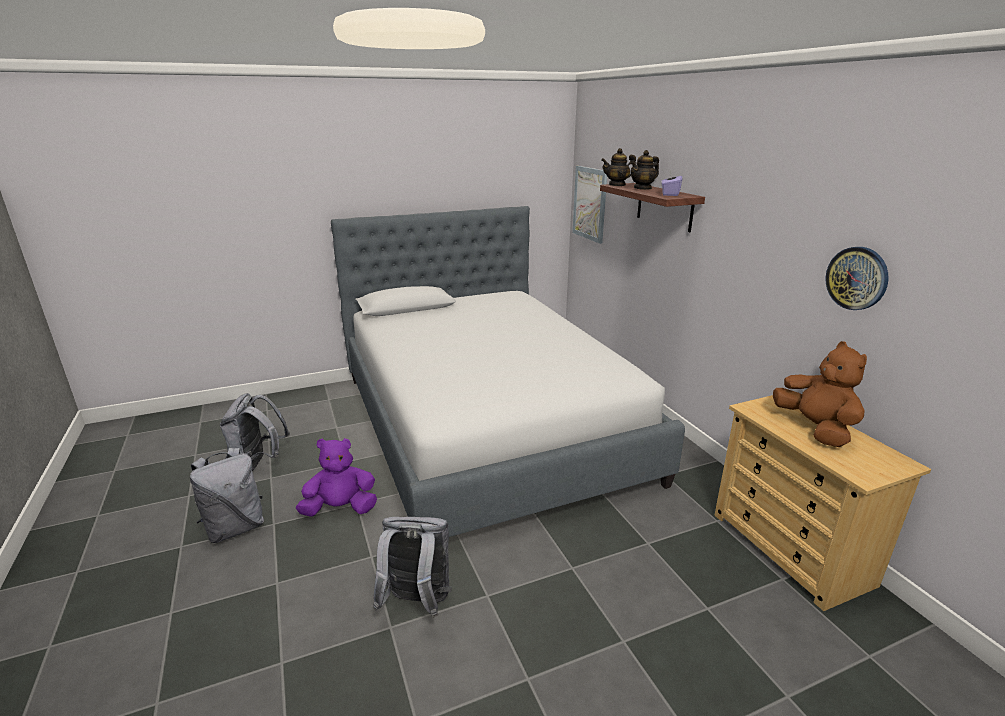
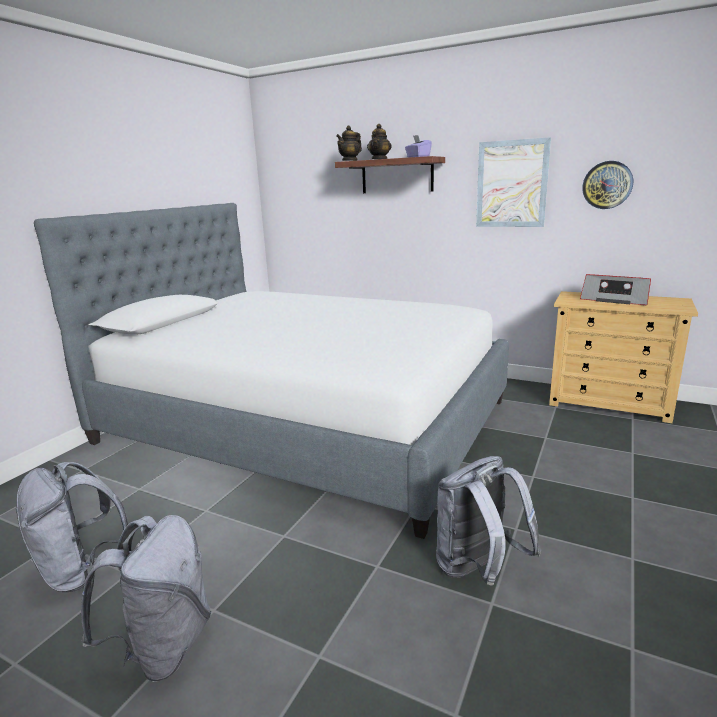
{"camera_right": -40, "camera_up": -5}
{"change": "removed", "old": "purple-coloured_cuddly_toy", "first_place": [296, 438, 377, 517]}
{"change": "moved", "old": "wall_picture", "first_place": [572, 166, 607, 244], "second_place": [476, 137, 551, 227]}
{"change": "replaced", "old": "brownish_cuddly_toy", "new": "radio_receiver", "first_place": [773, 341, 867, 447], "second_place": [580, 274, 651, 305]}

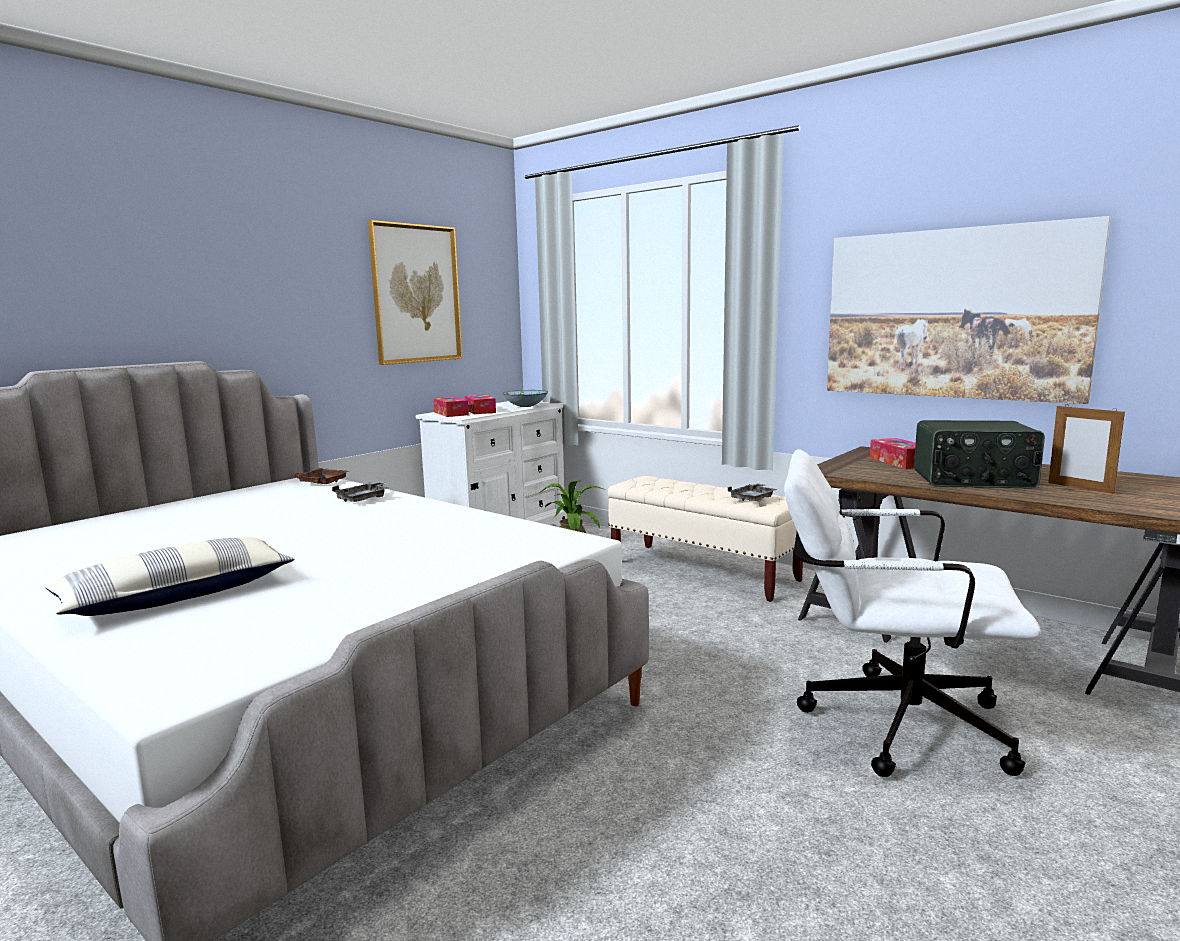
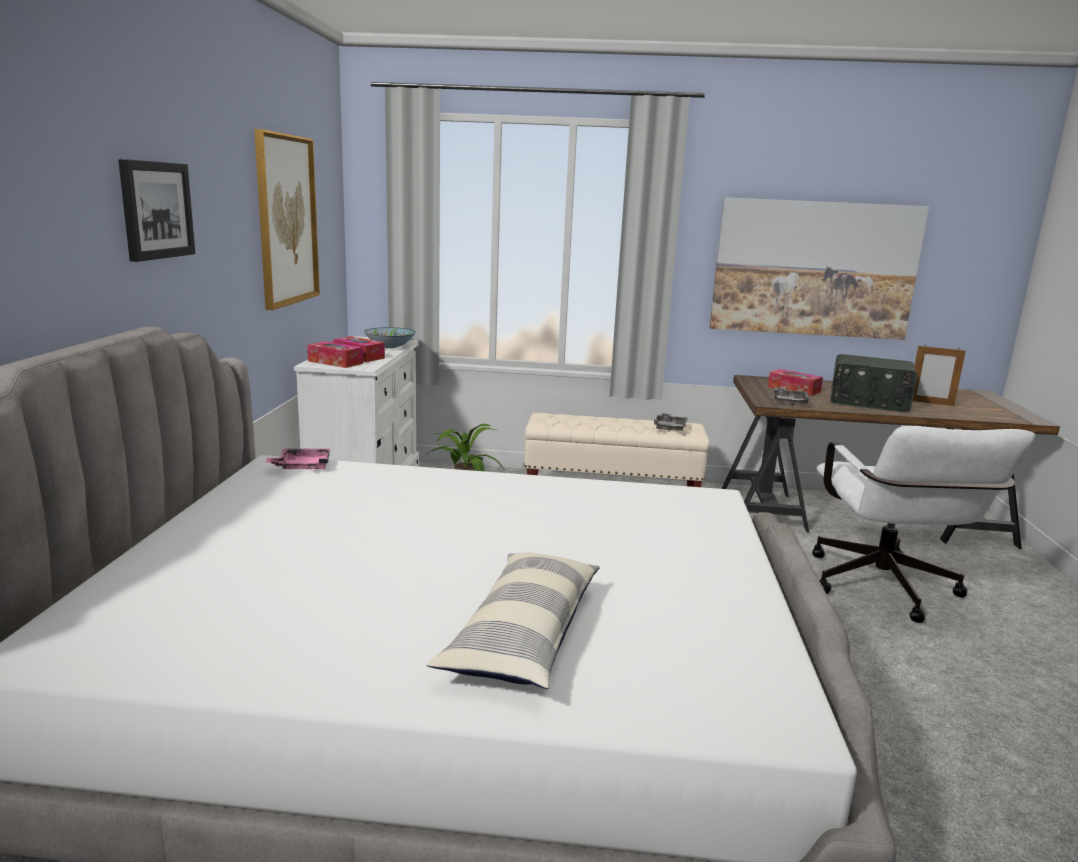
{"camera_right": -35, "camera_up": 5}
{"change": "added", "new": "wall_picture", "second_place": [118, 159, 195, 262]}
{"change": "moved", "old": "grey_tray", "first_place": [332, 481, 388, 502], "second_place": [773, 387, 811, 406]}
{"change": "recoloured", "old": "brownish_tray", "new": "pink_tray", "first_place": [290, 468, 349, 484], "second_place": [265, 448, 330, 469]}
{"change": "turned", "old": "white_computer_chair", "first_place": [784, 449, 1041, 777], "second_place": [812, 426, 1035, 623], "degrees": -75}
{"change": "turned", "old": "radio_receiver", "first_place": [914, 420, 1045, 488], "second_place": [830, 354, 917, 413], "degrees": 45}

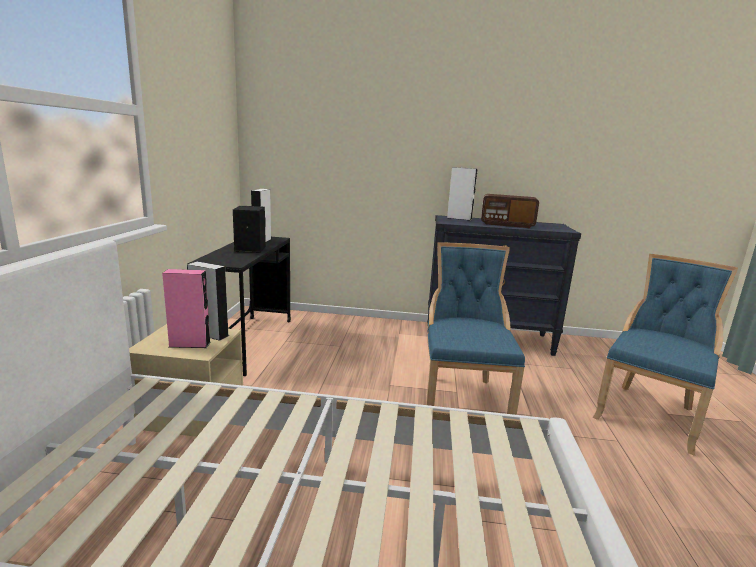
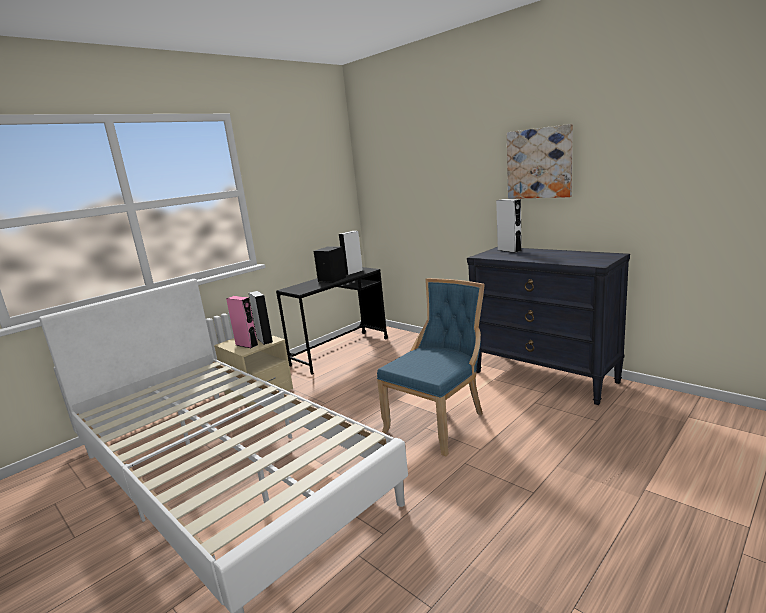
{"camera_right": 40, "camera_up": 0}
{"change": "removed", "old": "radio_receiver", "first_place": [481, 194, 539, 228]}
{"change": "removed", "old": "blue-coloured_chair", "first_place": [592, 254, 738, 456]}
{"change": "added", "new": "wall_picture", "second_place": [507, 124, 573, 199]}

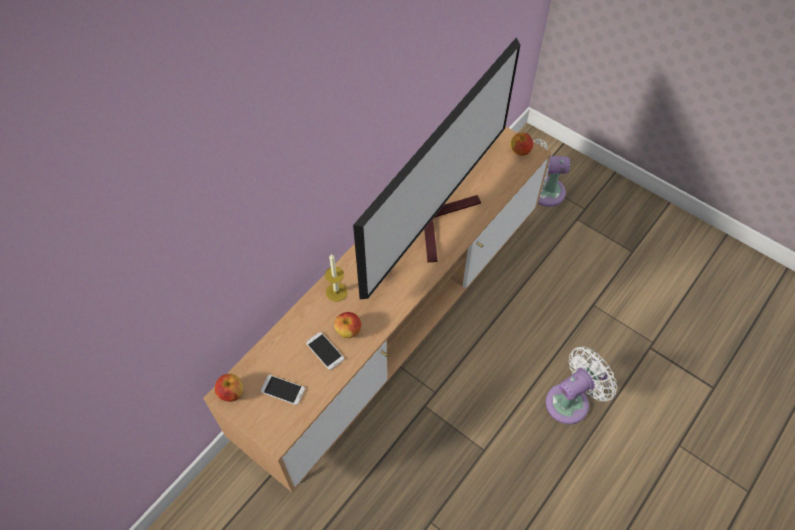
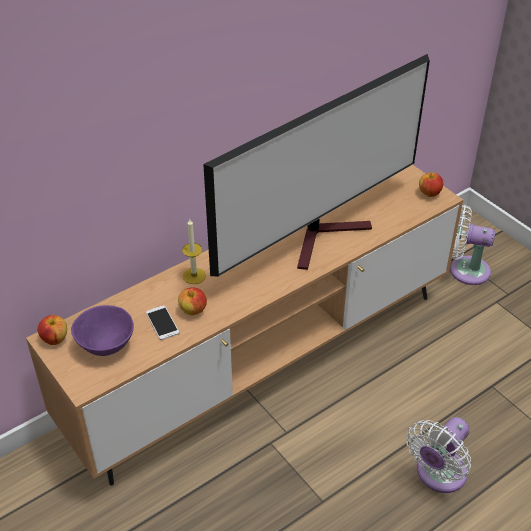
{"camera_right": 15, "camera_up": -15}
{"change": "replaced", "old": "telephone", "new": "purple-coloured_bowl", "first_place": [260, 375, 305, 405], "second_place": [71, 305, 134, 356]}
{"change": "turned", "old": "white_fan", "first_place": [546, 347, 617, 424], "second_place": [406, 417, 471, 493], "degrees": 150}

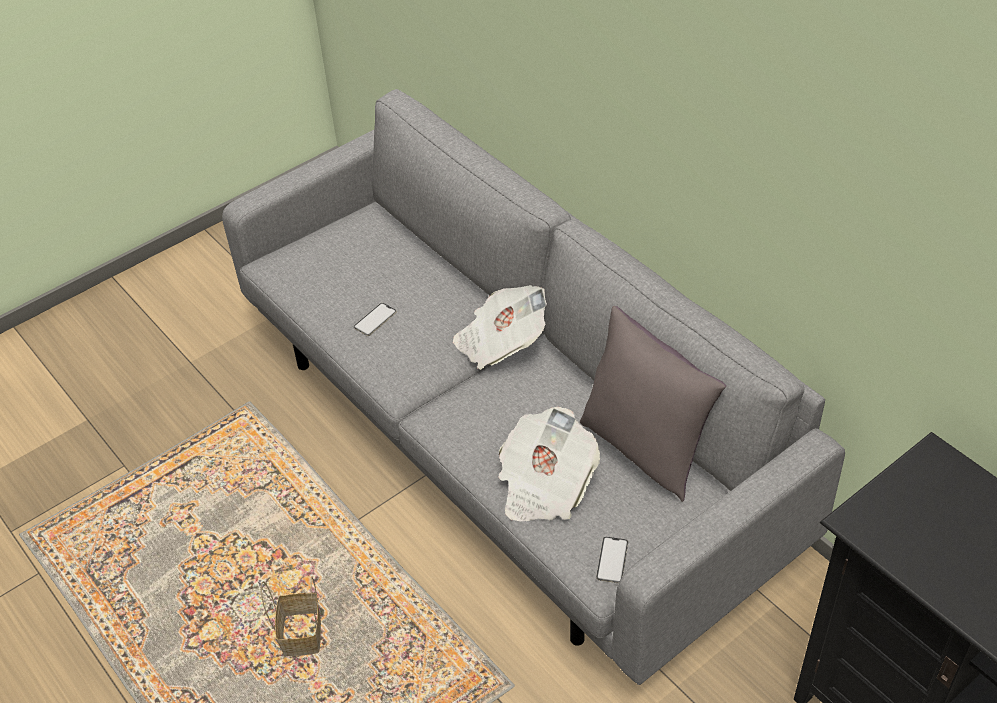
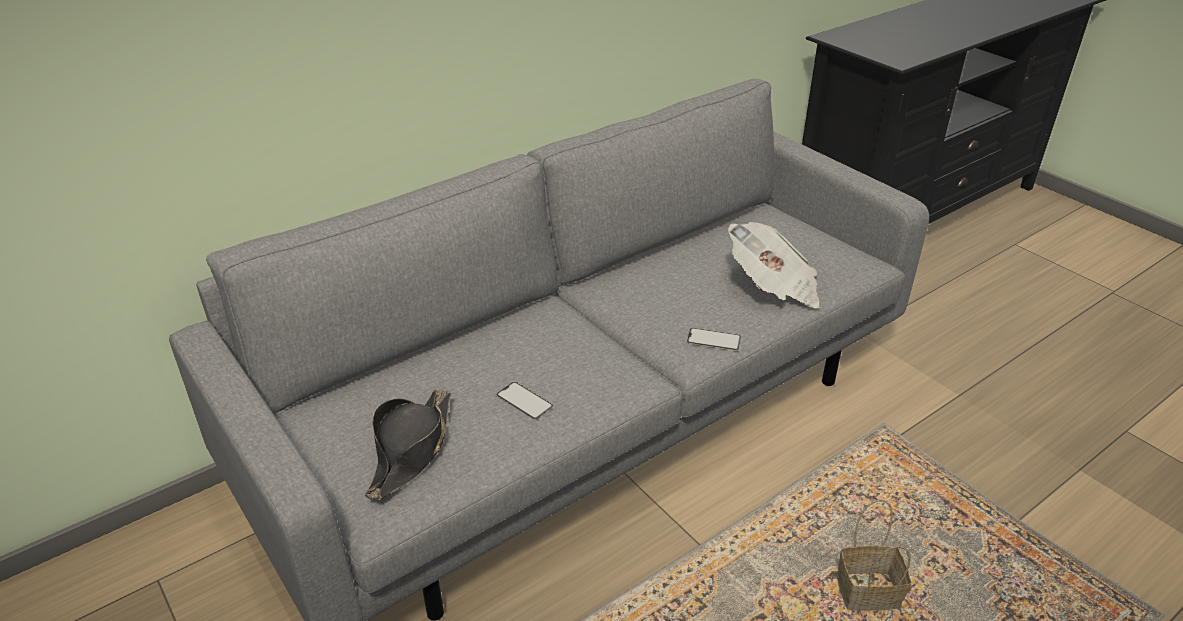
{"camera_right": -90, "camera_up": -10}
{"change": "removed", "old": "daily_paper", "first_place": [453, 285, 547, 370]}
{"change": "removed", "old": "grey_throw_pillow", "first_place": [580, 306, 726, 502]}
{"change": "added", "new": "black_clothing_hat", "second_place": [365, 390, 451, 500]}
{"change": "moved", "old": "telephone", "first_place": [596, 537, 628, 583], "second_place": [687, 328, 741, 351]}

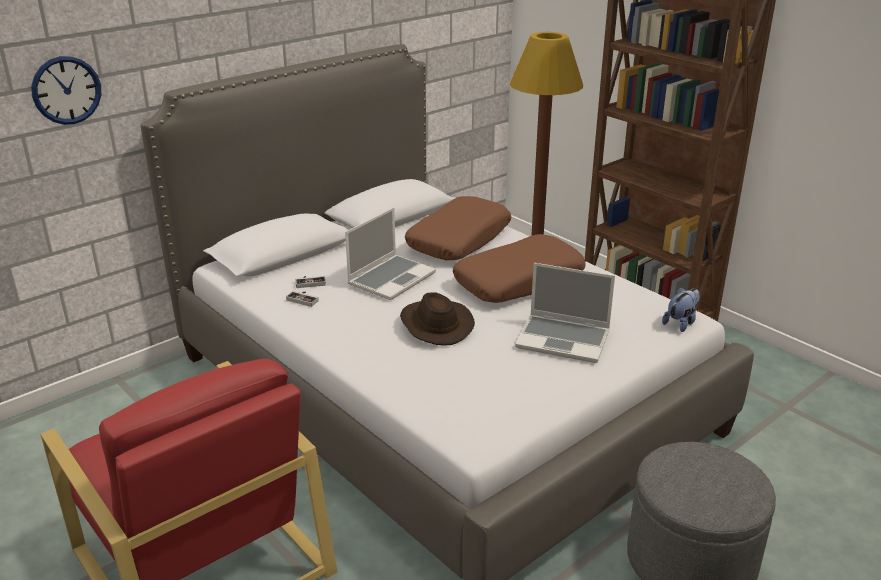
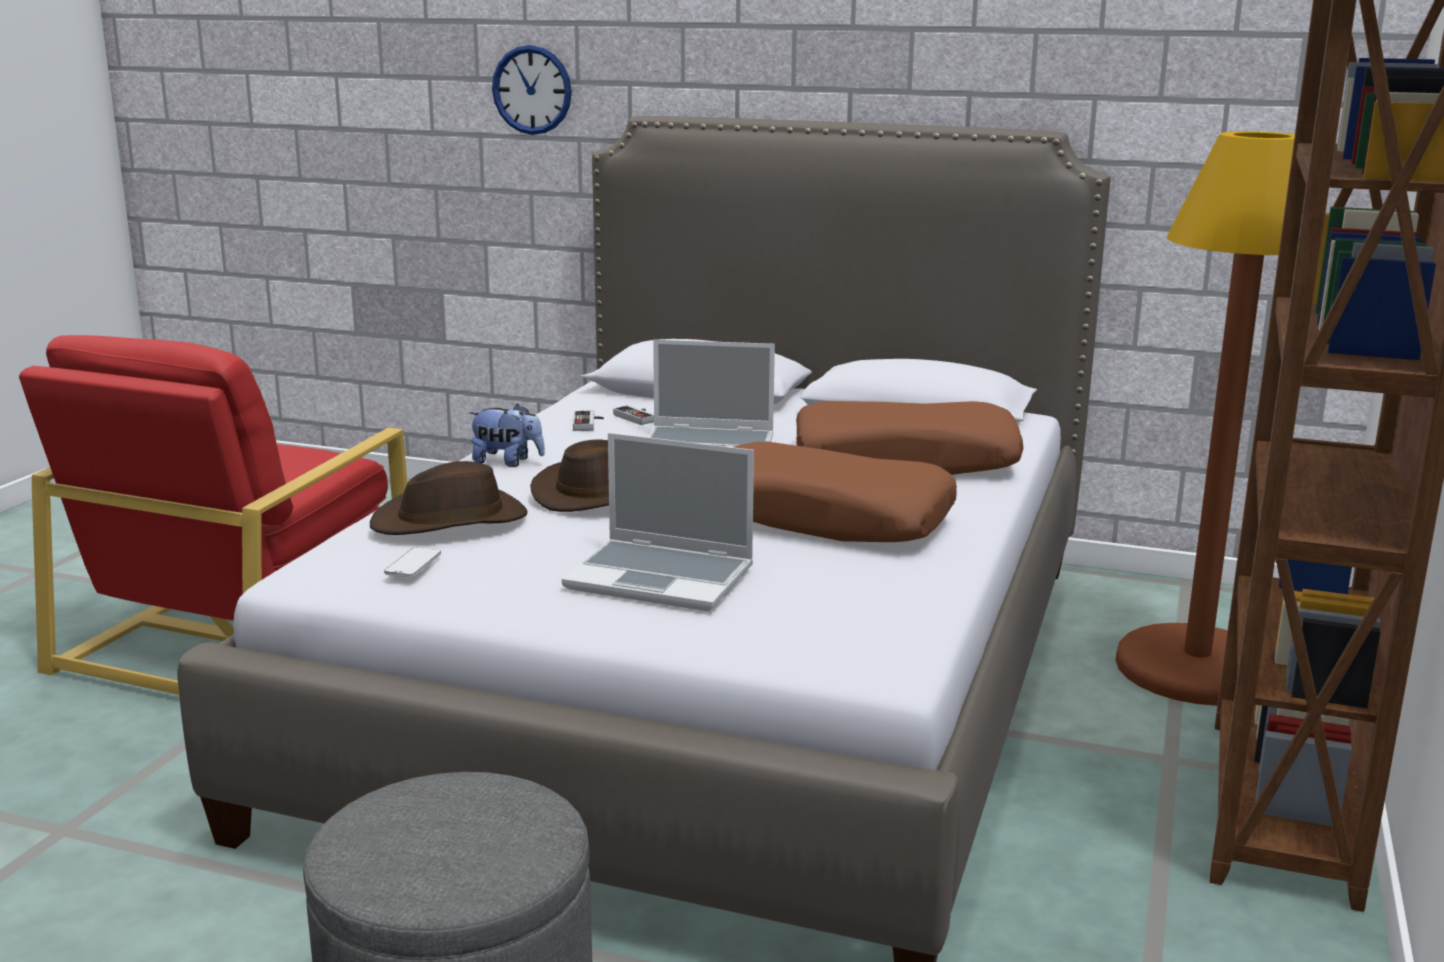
{"camera_right": 60, "camera_up": -10}
{"change": "added", "new": "brownish_clothing_hat", "second_place": [370, 461, 527, 535]}
{"change": "added", "new": "telephone", "second_place": [384, 548, 441, 577]}
{"change": "moved", "old": "cuddly_toy", "first_place": [662, 288, 700, 332], "second_place": [469, 403, 545, 467]}
{"change": "turned", "old": "portable_computer", "first_place": [515, 263, 615, 363], "second_place": [562, 433, 754, 611], "degrees": -60}

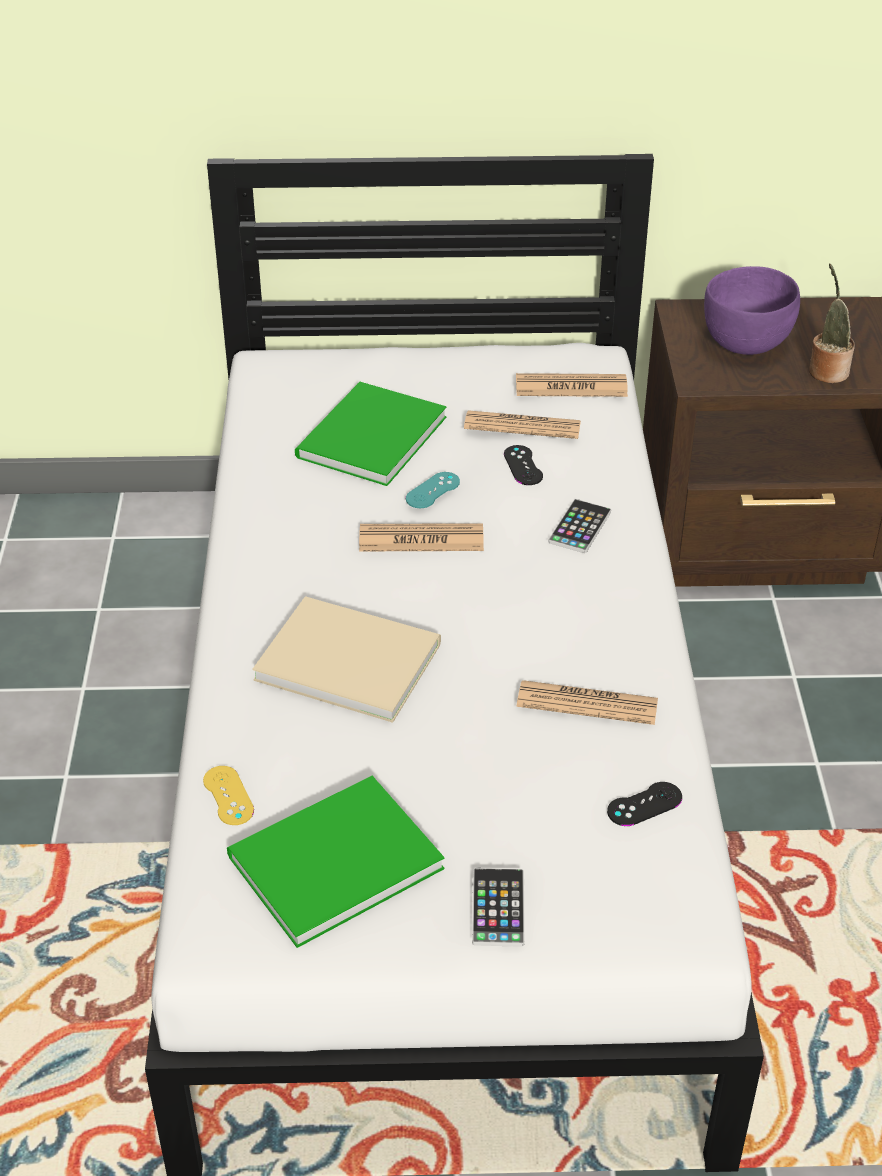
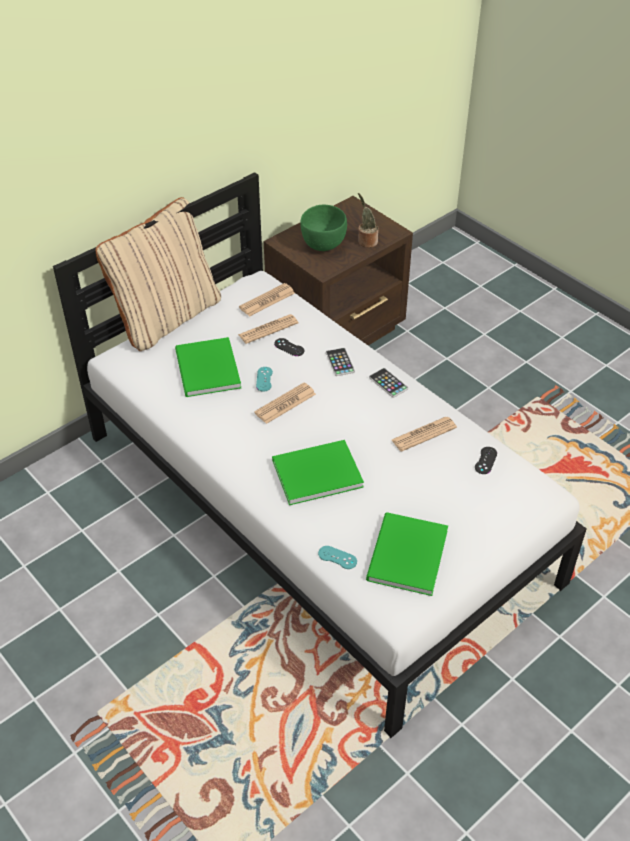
{"camera_right": -40, "camera_up": 5}
{"change": "added", "new": "beige-coloured_throw_pillow", "second_place": [95, 197, 221, 351]}
{"change": "moved", "old": "telephone", "first_place": [472, 868, 525, 947], "second_place": [369, 368, 408, 398]}
{"change": "recoloured", "old": "yellow_game_controller", "new": "turquoise-coloured_game_controller", "first_place": [203, 766, 254, 825], "second_place": [318, 546, 357, 569]}
{"change": "recoloured", "old": "beige-coloured_book", "new": "green-coloured_book", "first_place": [252, 596, 441, 723], "second_place": [272, 440, 364, 505]}
{"change": "recoloured", "old": "purple-coloured_bowl", "new": "green-coloured_bowl", "first_place": [704, 266, 800, 355], "second_place": [300, 205, 347, 251]}

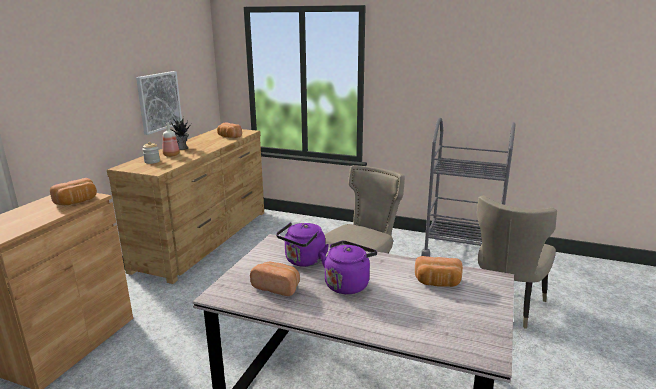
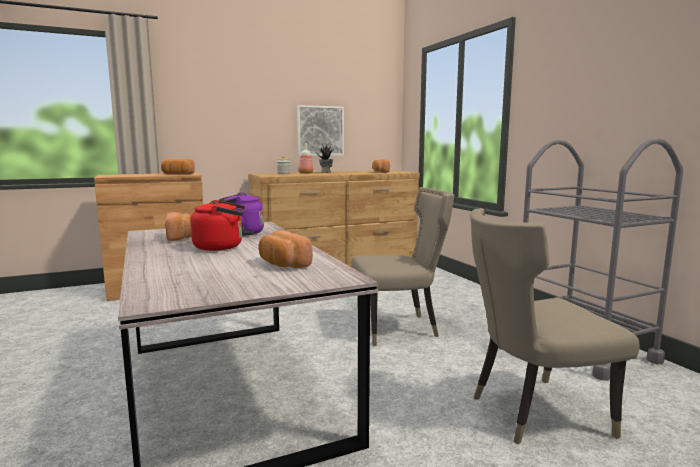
{"camera_right": 45, "camera_up": -10}
{"change": "recoloured", "old": "purple-coloured_kettle", "new": "reddish_kettle", "first_place": [320, 241, 377, 294], "second_place": [190, 200, 245, 251]}

